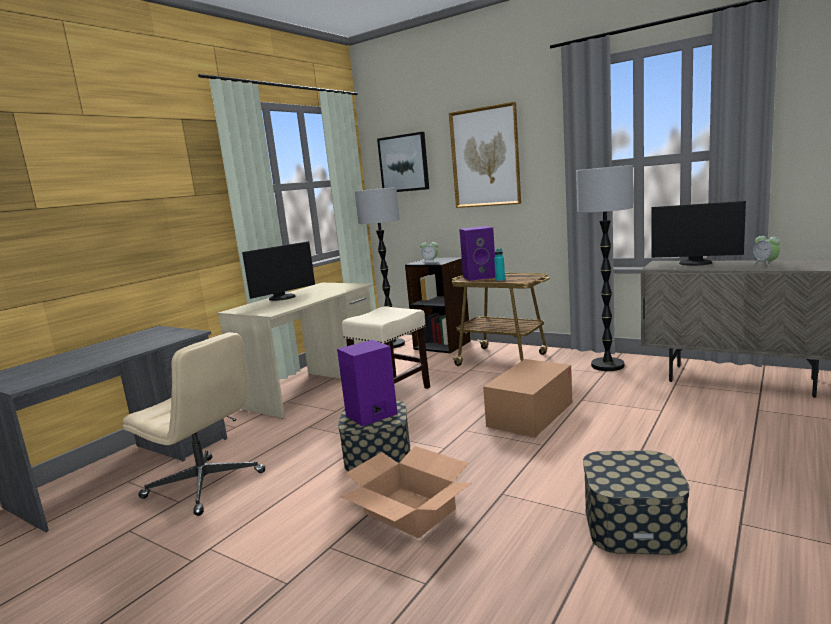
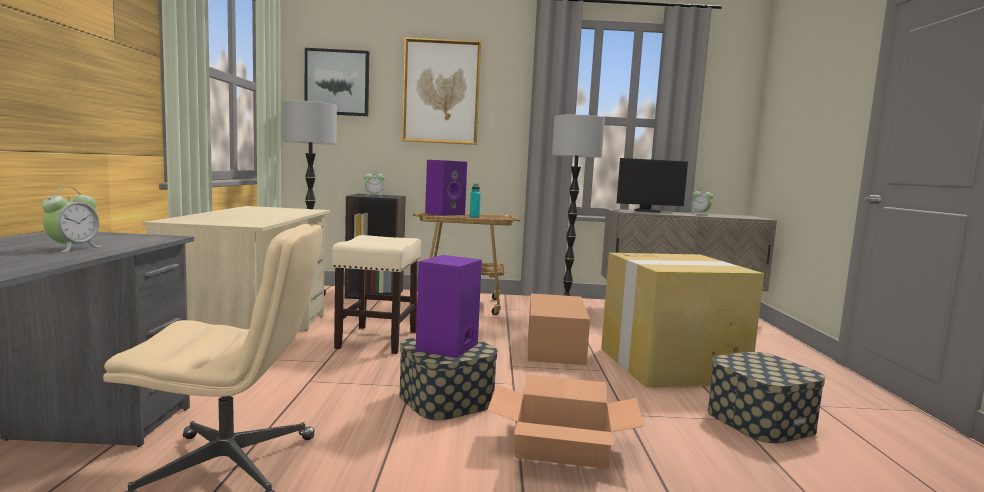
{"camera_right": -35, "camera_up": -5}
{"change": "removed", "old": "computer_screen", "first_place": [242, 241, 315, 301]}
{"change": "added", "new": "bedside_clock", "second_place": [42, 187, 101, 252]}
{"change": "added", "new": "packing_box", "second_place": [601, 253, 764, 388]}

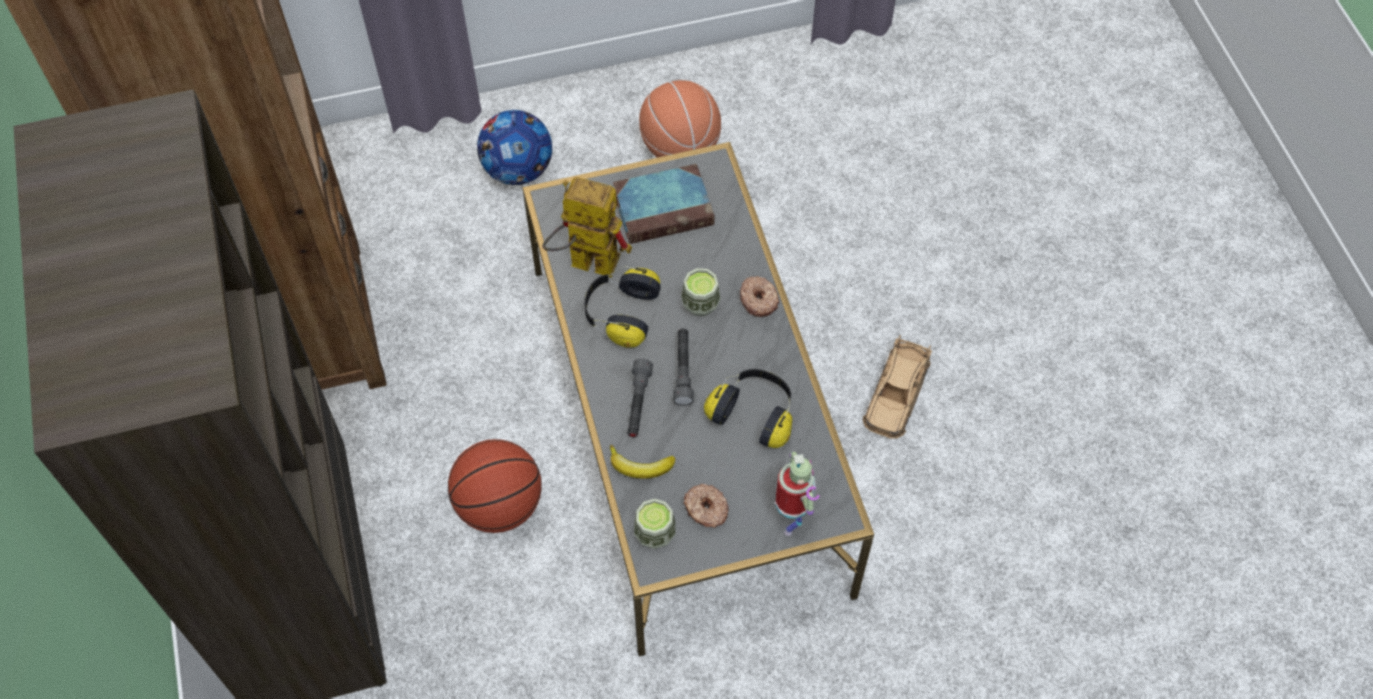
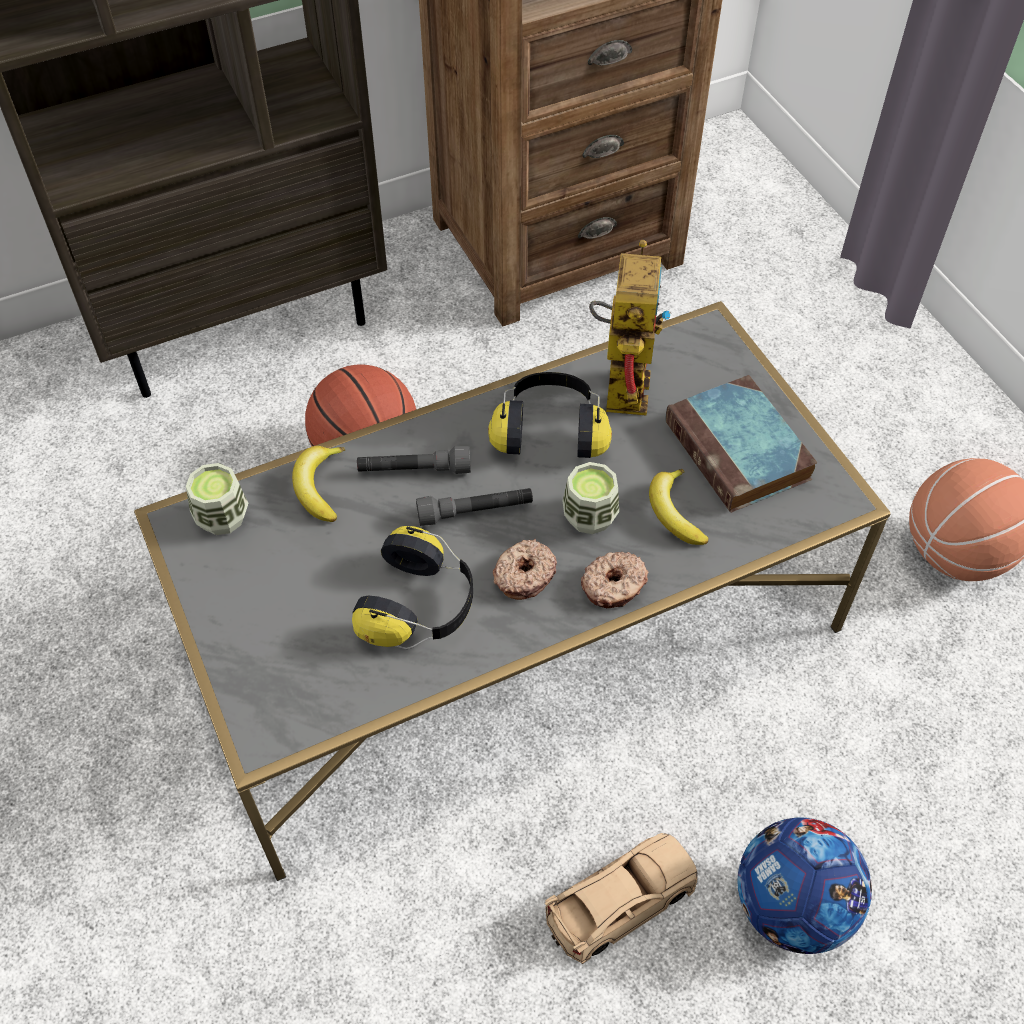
{"camera_right": 80, "camera_up": -5}
{"change": "removed", "old": "toy_robot", "first_place": [775, 452, 820, 536]}
{"change": "added", "new": "banana_fruit", "second_place": [649, 469, 709, 545]}
{"change": "moved", "old": "football", "first_place": [477, 110, 552, 185], "second_place": [737, 817, 872, 954]}
{"change": "moved", "old": "doughnut", "first_place": [684, 484, 729, 528], "second_place": [493, 539, 557, 600]}
{"change": "turned", "old": "beige-coloured_model_car", "first_place": [862, 335, 932, 438], "second_place": [545, 833, 698, 964], "degrees": 135}

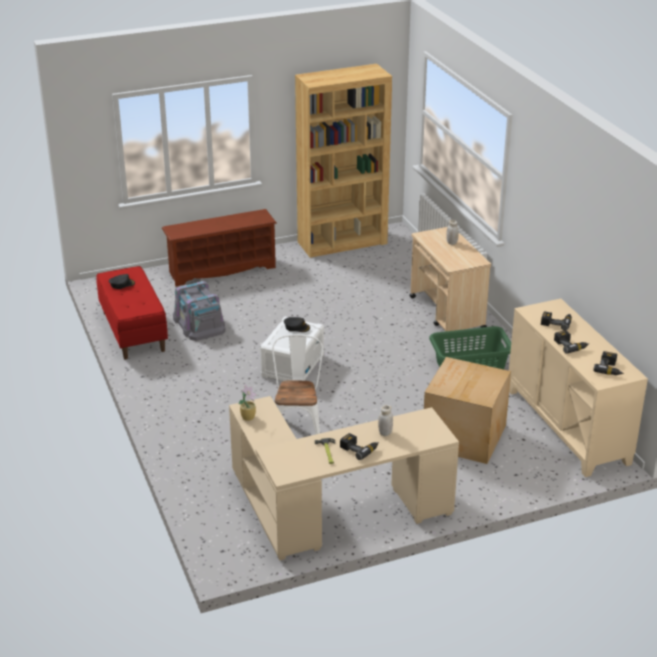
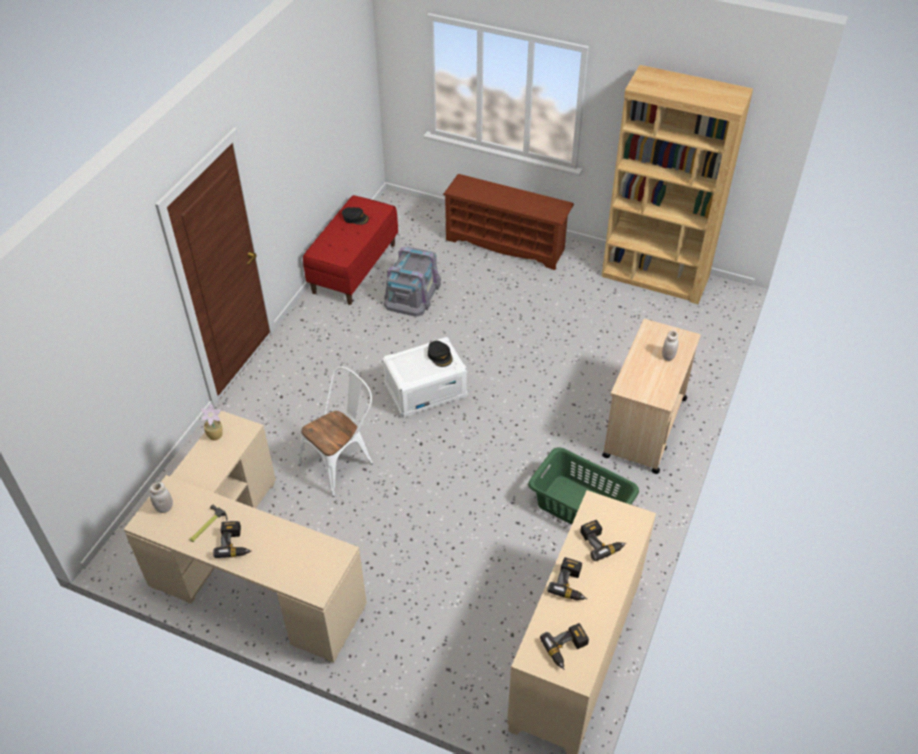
{"camera_right": 45, "camera_up": 15}
{"change": "removed", "old": "packing_box", "first_place": [424, 357, 511, 464]}
{"change": "moved", "old": "white_storage_jar", "first_place": [378, 405, 393, 436], "second_place": [150, 482, 173, 513]}

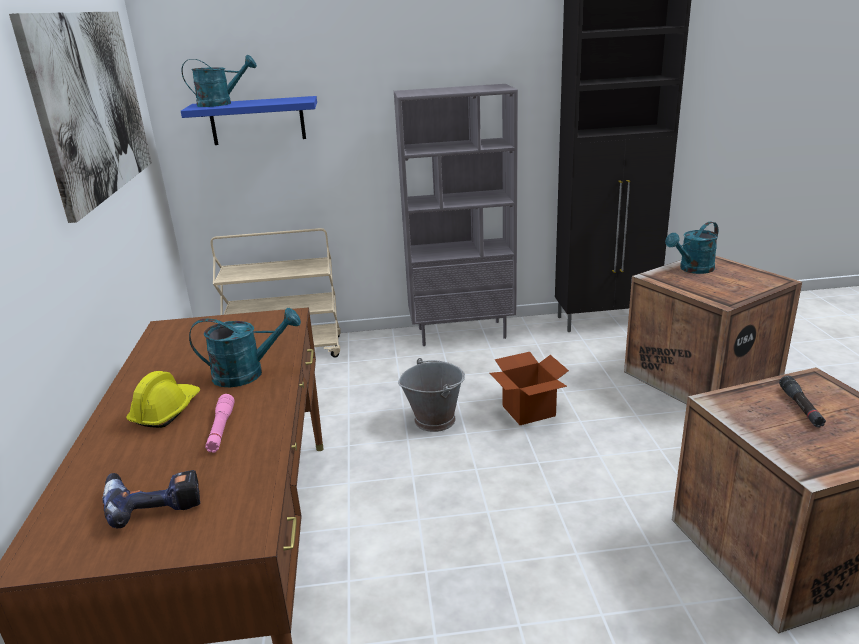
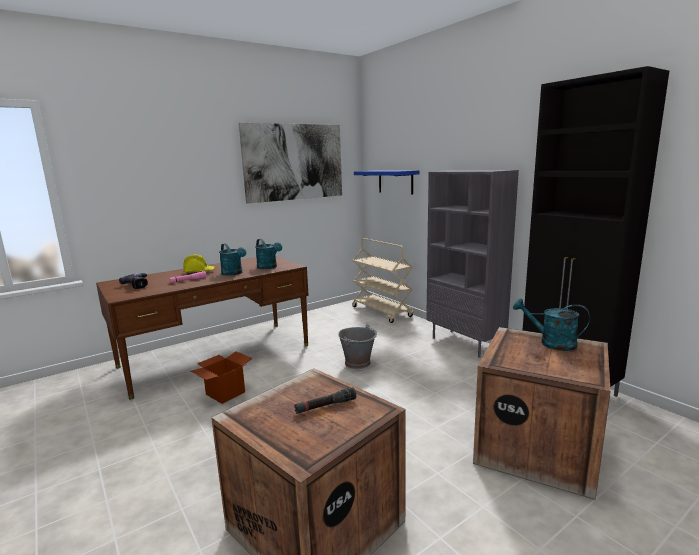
{"camera_right": 60, "camera_up": -10}
{"change": "moved", "old": "turquoise-coloured_sprinkling_can", "first_place": [182, 55, 257, 107], "second_place": [255, 239, 282, 269]}
{"change": "moved", "old": "packing_box", "first_place": [490, 352, 569, 425], "second_place": [191, 351, 253, 404]}

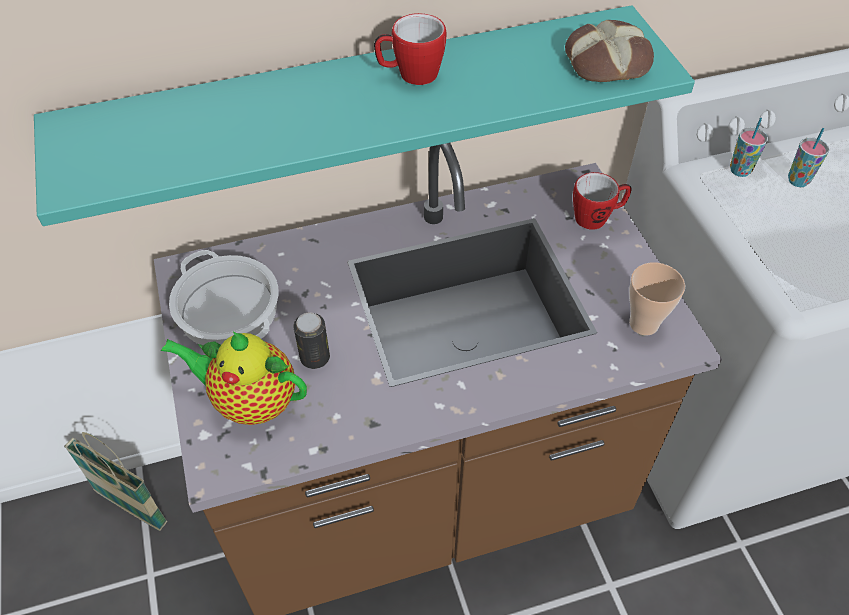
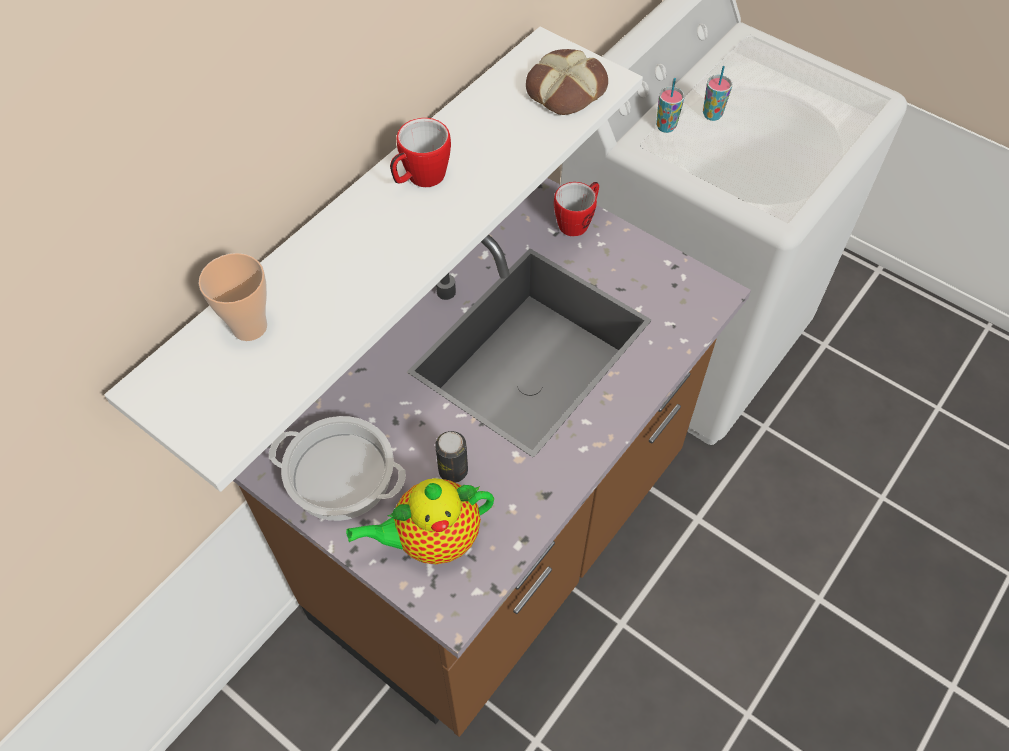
{"camera_right": -35, "camera_up": 5}
{"change": "removed", "old": "household_basket", "first_place": [64, 432, 167, 531]}
{"change": "moved", "old": "cup", "first_place": [629, 262, 685, 335], "second_place": [198, 253, 267, 341]}
{"change": "recoloured", "old": "turquoise-coloured_shelf", "new": "white_shelf", "first_place": [34, 5, 695, 226], "second_place": [104, 27, 643, 492]}

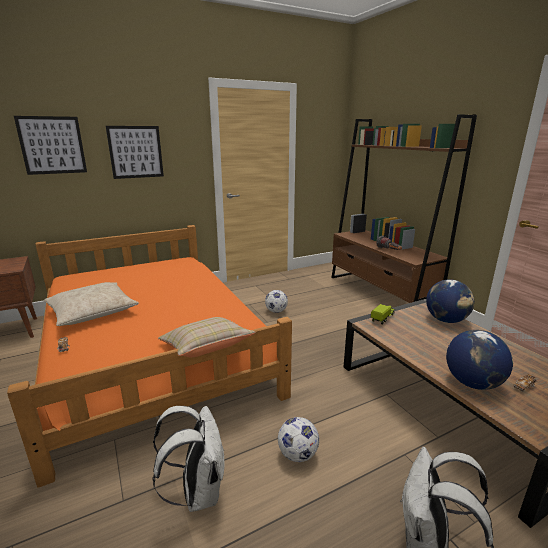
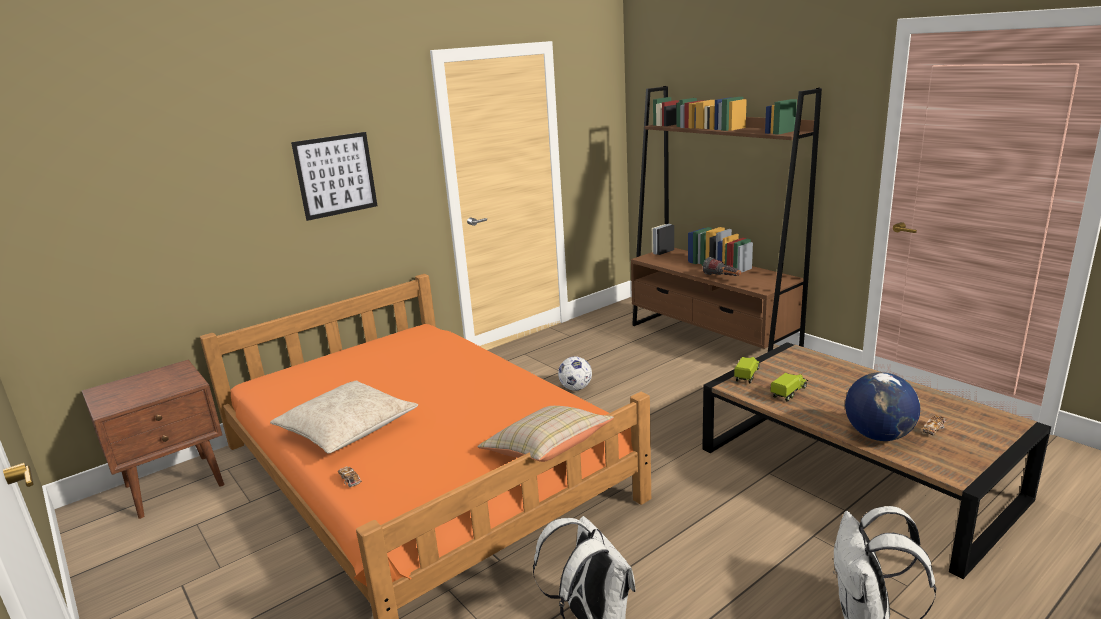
{"camera_right": -10, "camera_up": 0}
{"change": "removed", "old": "wall_picture", "first_place": [14, 116, 87, 175]}
{"change": "removed", "old": "football", "first_place": [278, 417, 319, 462]}
{"change": "removed", "old": "desk_globe", "first_place": [426, 279, 474, 323]}
{"change": "added", "new": "toy_truck", "second_place": [770, 373, 808, 402]}

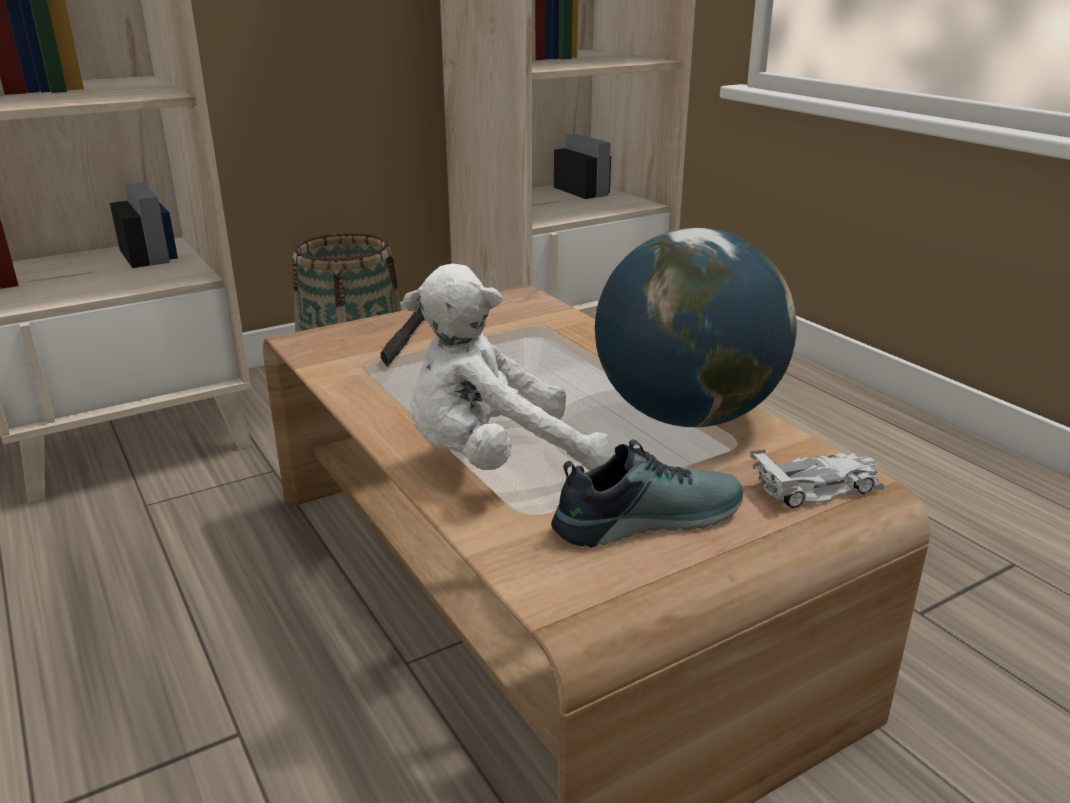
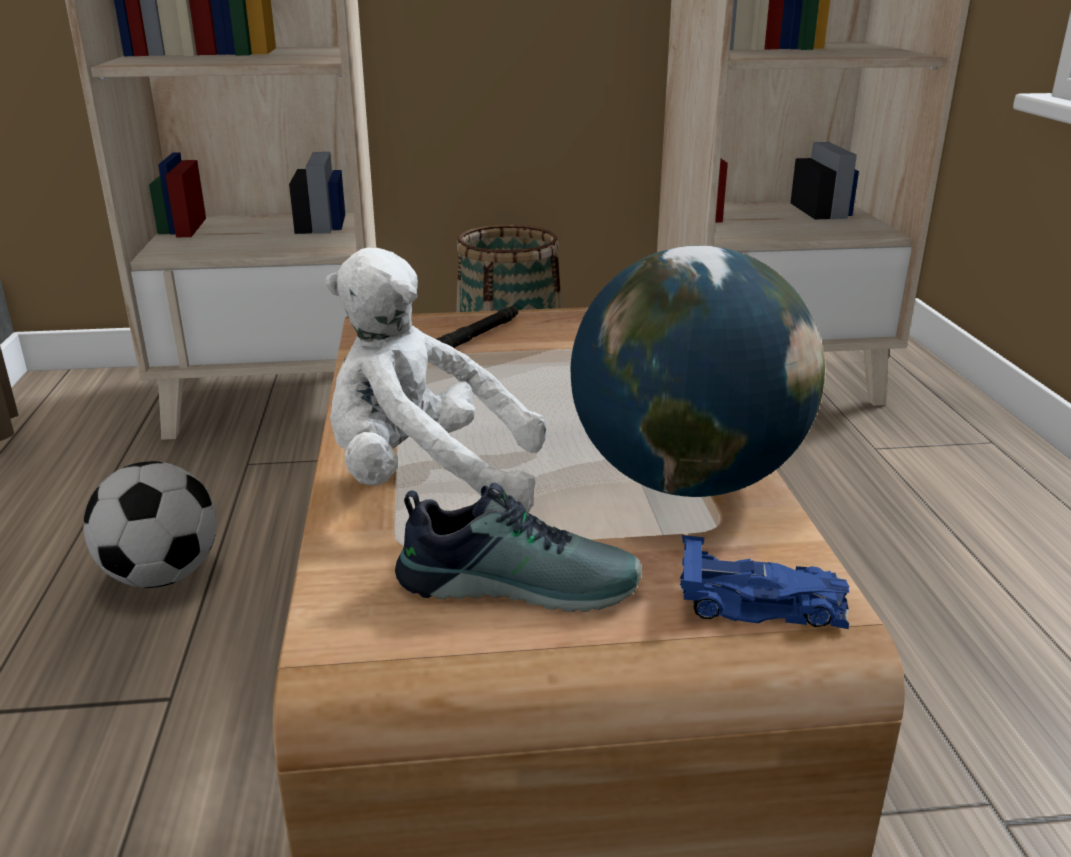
{"camera_right": 25, "camera_up": 0}
{"change": "added", "new": "football", "second_place": [83, 461, 217, 588]}
{"change": "recoloured", "old": "white_model_car", "new": "blue-coloured_model_car", "first_place": [750, 450, 884, 508], "second_place": [680, 535, 849, 629]}

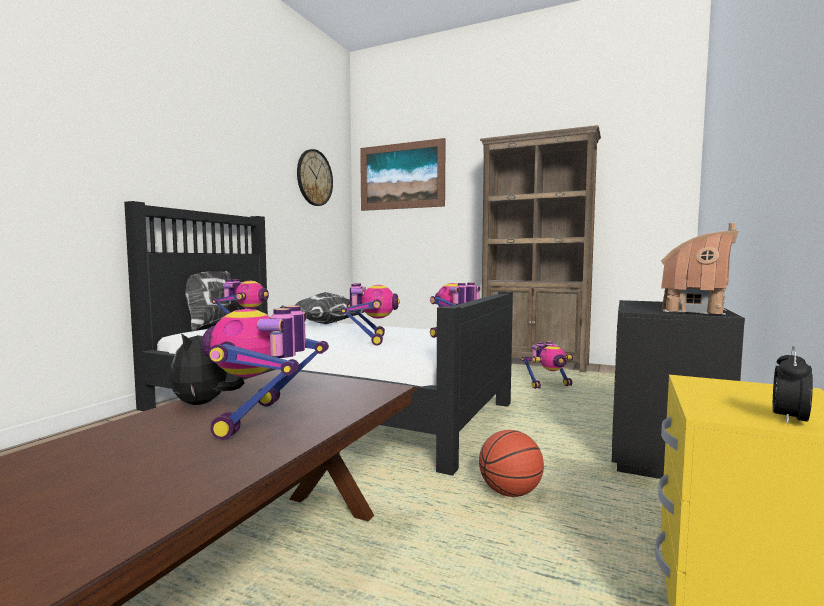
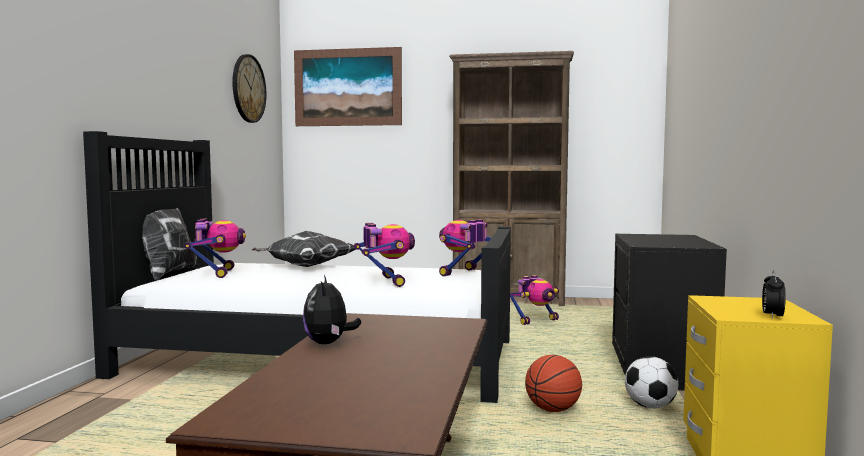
{"camera_right": -15, "camera_up": 0}
{"change": "removed", "old": "toy_robot", "first_place": [201, 305, 329, 440]}
{"change": "removed", "old": "toy_house", "first_place": [661, 223, 738, 315]}
{"change": "added", "new": "football", "second_place": [625, 356, 678, 409]}

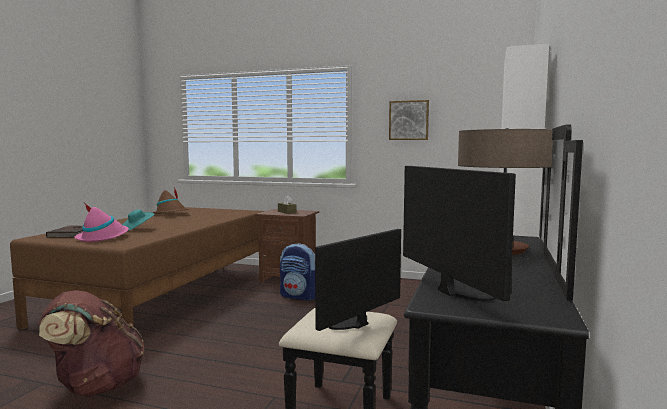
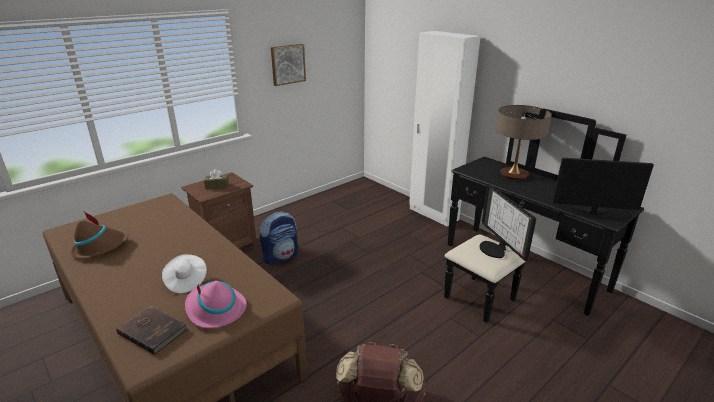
{"camera_right": -60, "camera_up": 20}
{"change": "recoloured", "old": "turquoise-coloured_clothing_hat", "new": "white_clothing_hat", "first_place": [122, 209, 155, 231], "second_place": [162, 254, 207, 293]}

